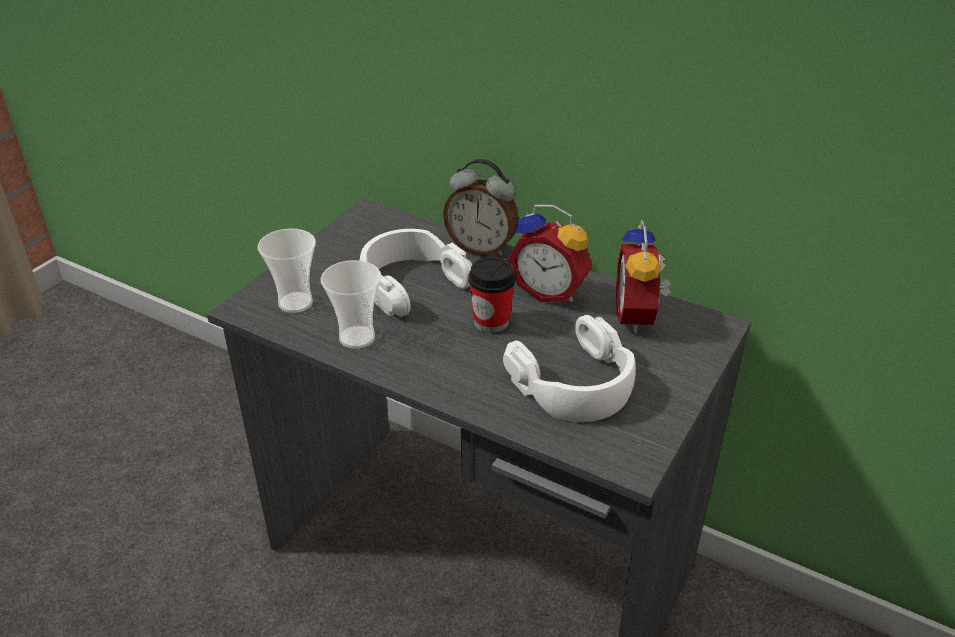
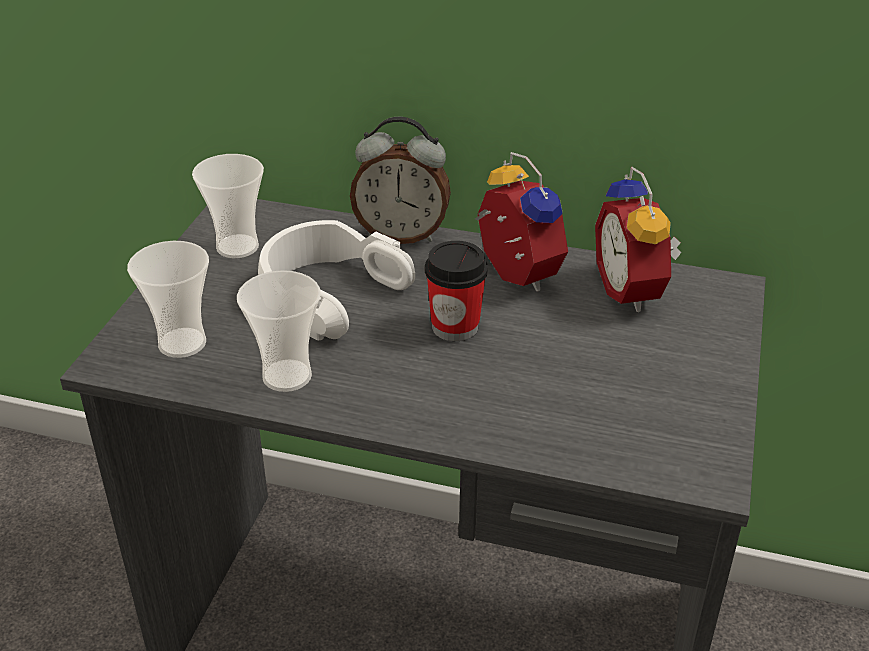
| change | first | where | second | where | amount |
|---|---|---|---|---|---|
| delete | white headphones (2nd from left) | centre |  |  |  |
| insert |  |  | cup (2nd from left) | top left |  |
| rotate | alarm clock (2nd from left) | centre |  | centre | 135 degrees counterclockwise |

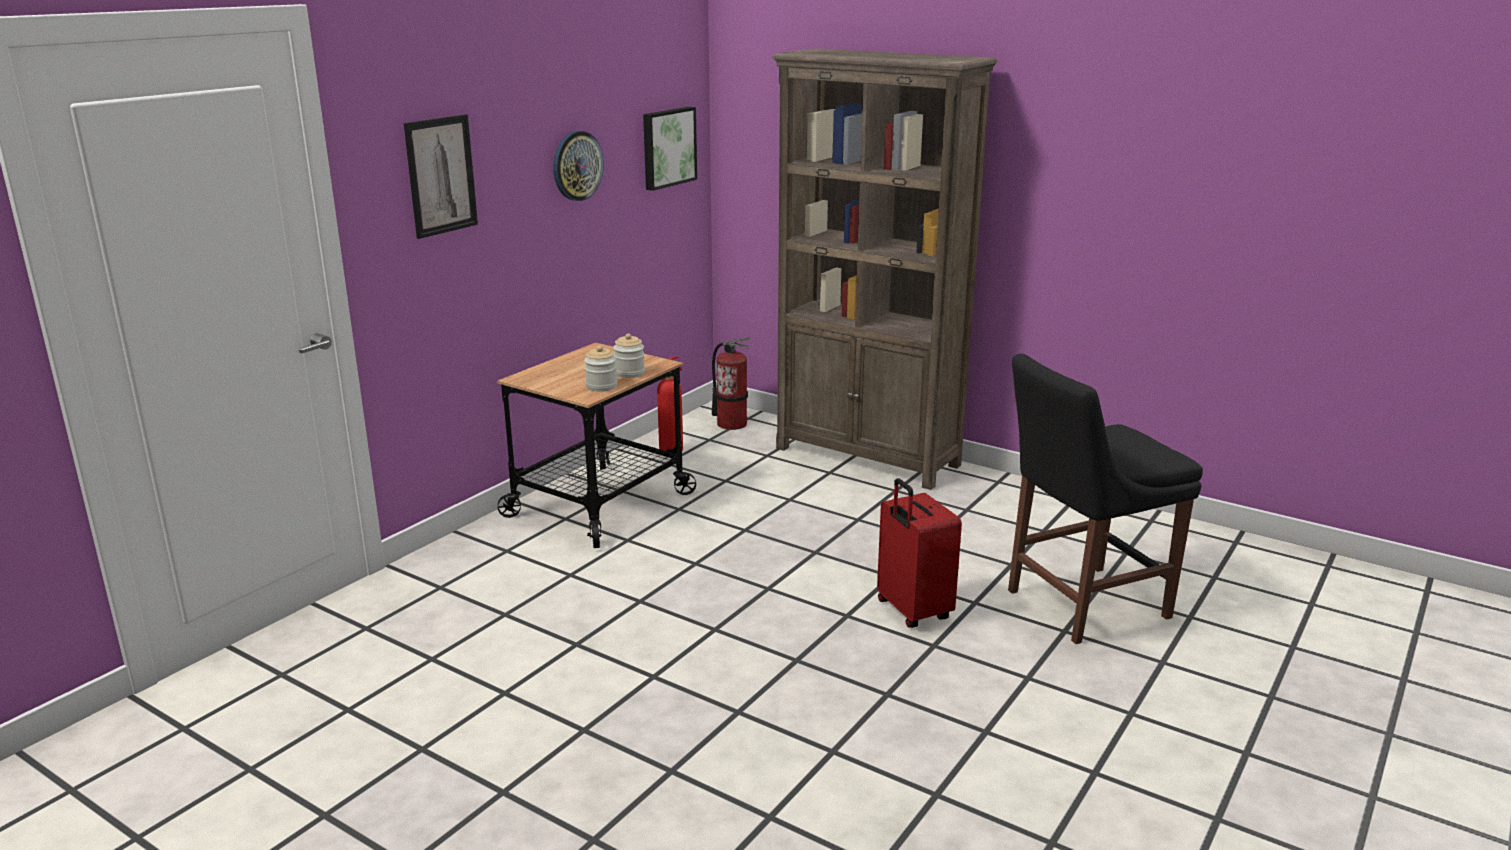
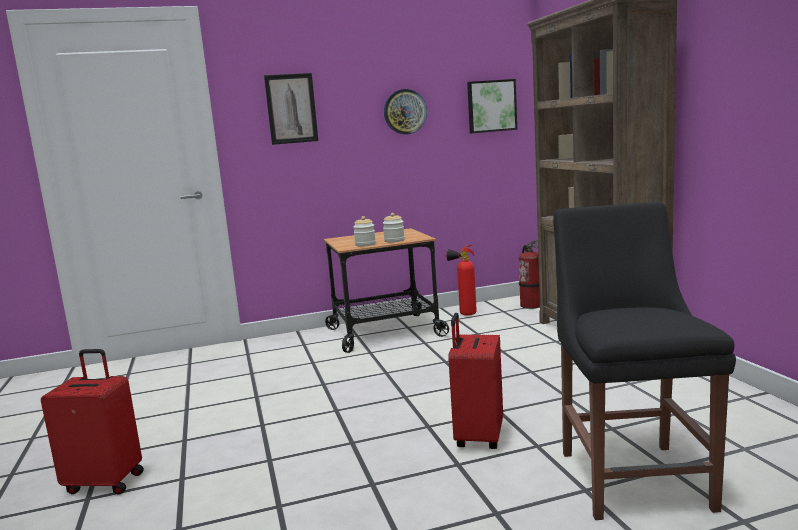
| change | first | where | second | where | amount |
|---|---|---|---|---|---|
| insert |  |  | red suitcase (1st from left) | bottom left |  |
| rotate | black chair | middle right |  | bottom right | 75 degrees clockwise |

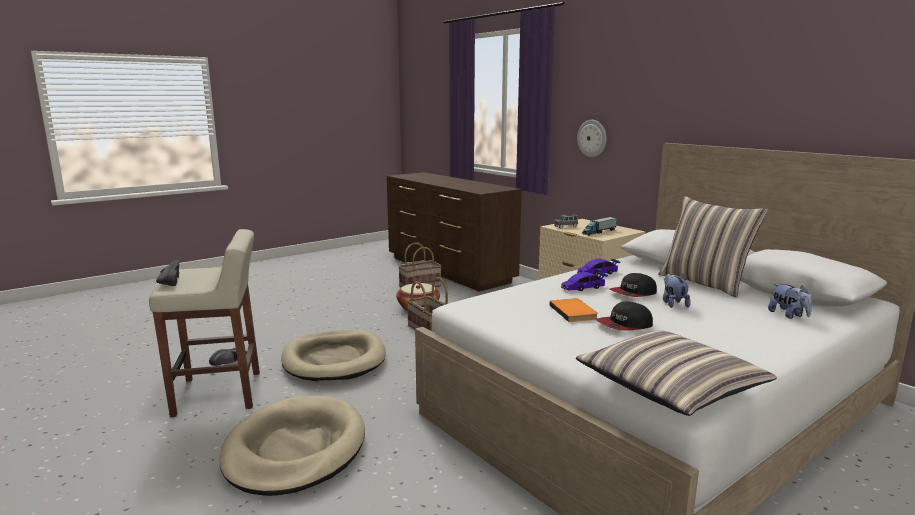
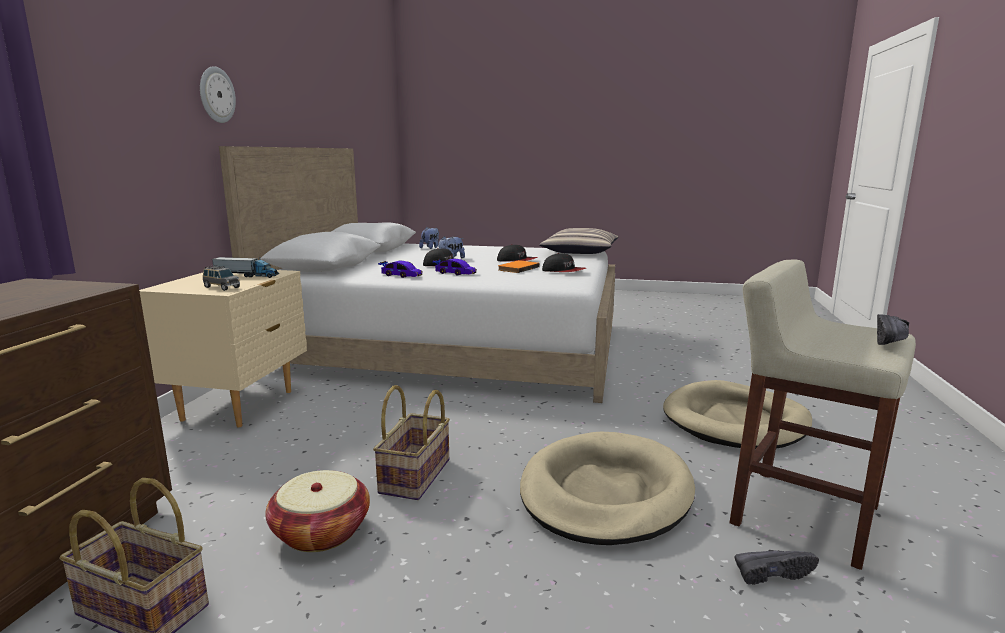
| change | first | where | second | where | amount |
|---|---|---|---|---|---|
| delete | pillow (2nd from left) | middle right |  |  |  |
| insert |  |  | cap (3rd from left) | centre |  |
| move | wall clock | top centre |  | top left |  |

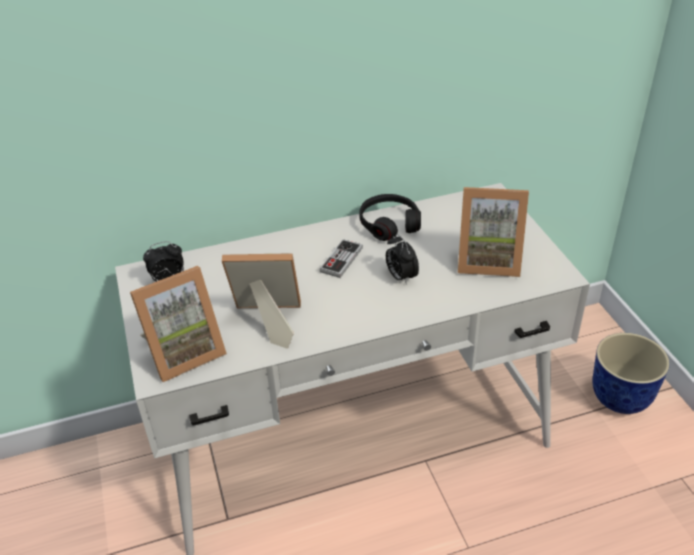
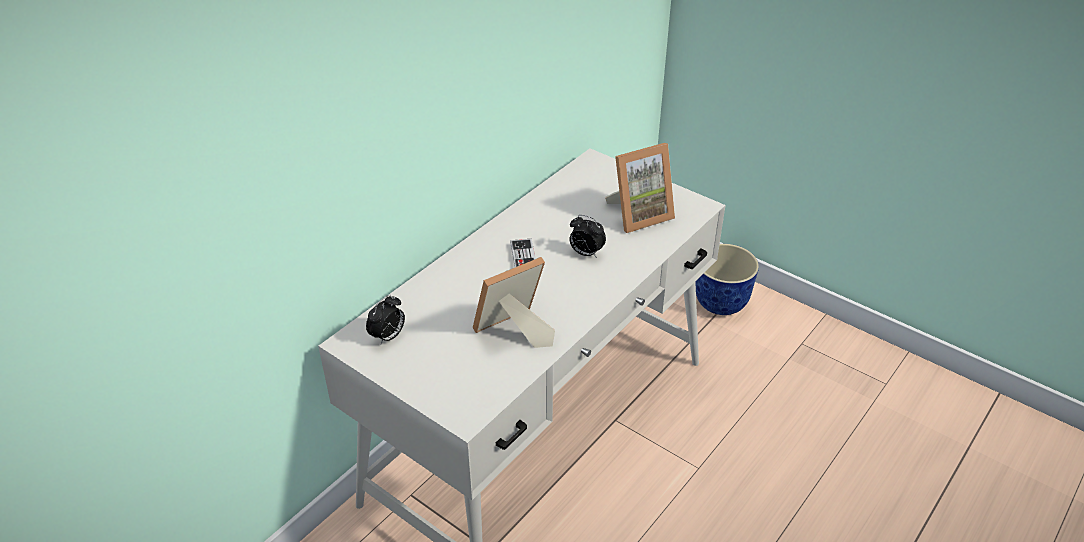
| change | first | where | second | where | amount |
|---|---|---|---|---|---|
| delete | picture frame (1st from left) | middle left |  |  |  |
| delete | black headphones | centre |  |  |  |

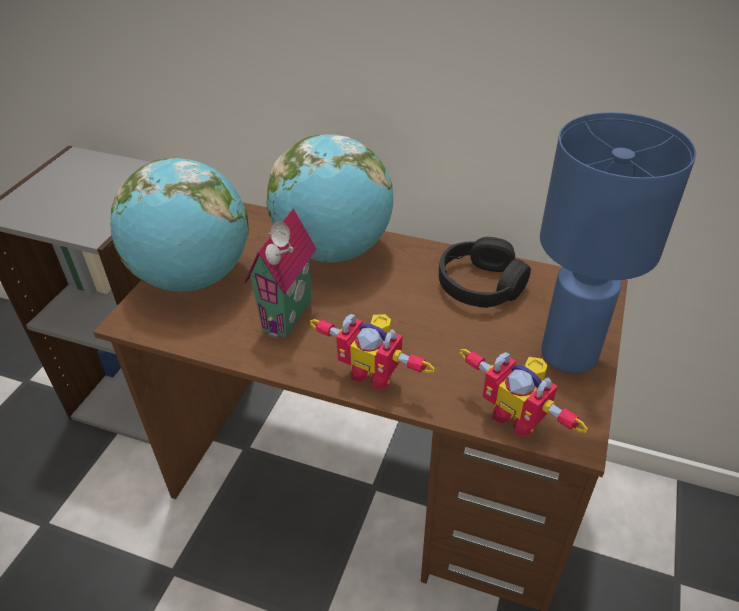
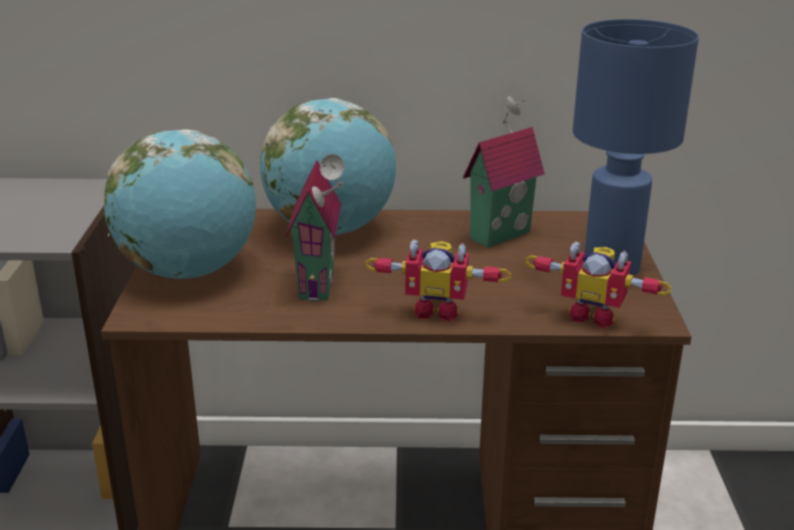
| change | first | where | second | where | amount |
|---|---|---|---|---|---|
| replace | black headphones | centre | toy house (2nd from left) | top centre |  |

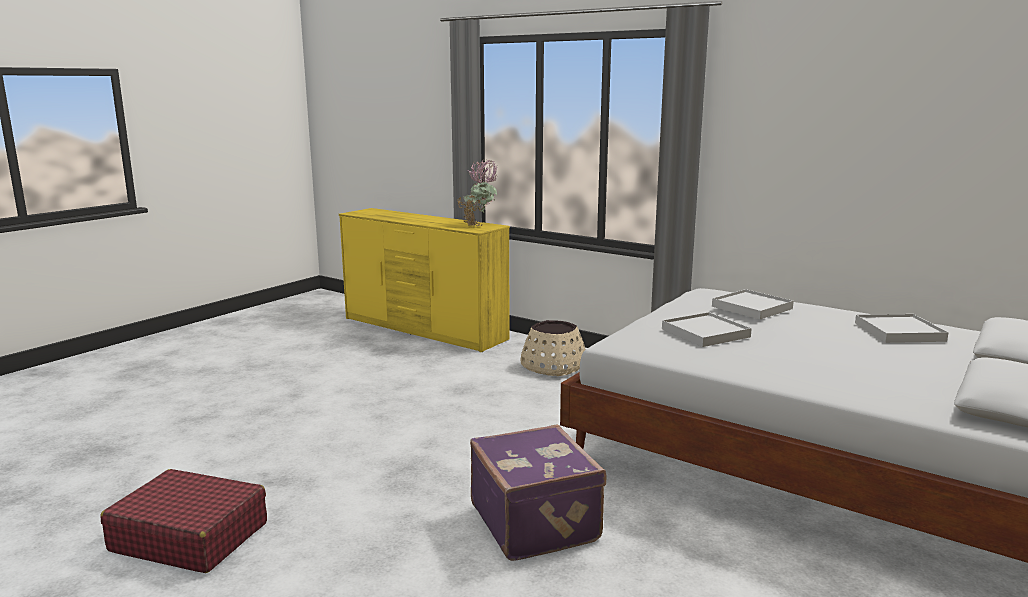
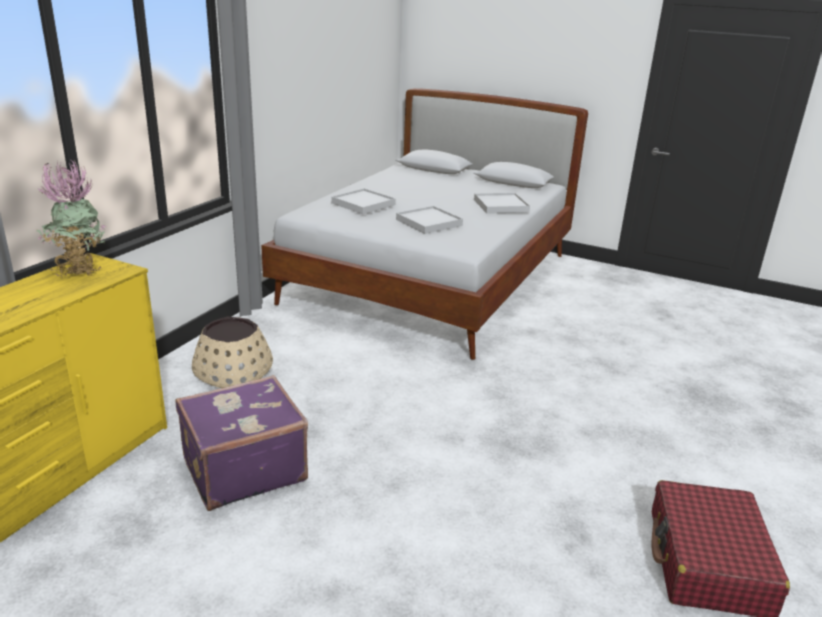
| change | first | where | second | where | amount |
|---|---|---|---|---|---|
| move | purple suitcase | bottom centre |  | bottom left |  |
| move | white tray (3rd from left) | middle right |  | top centre |  |

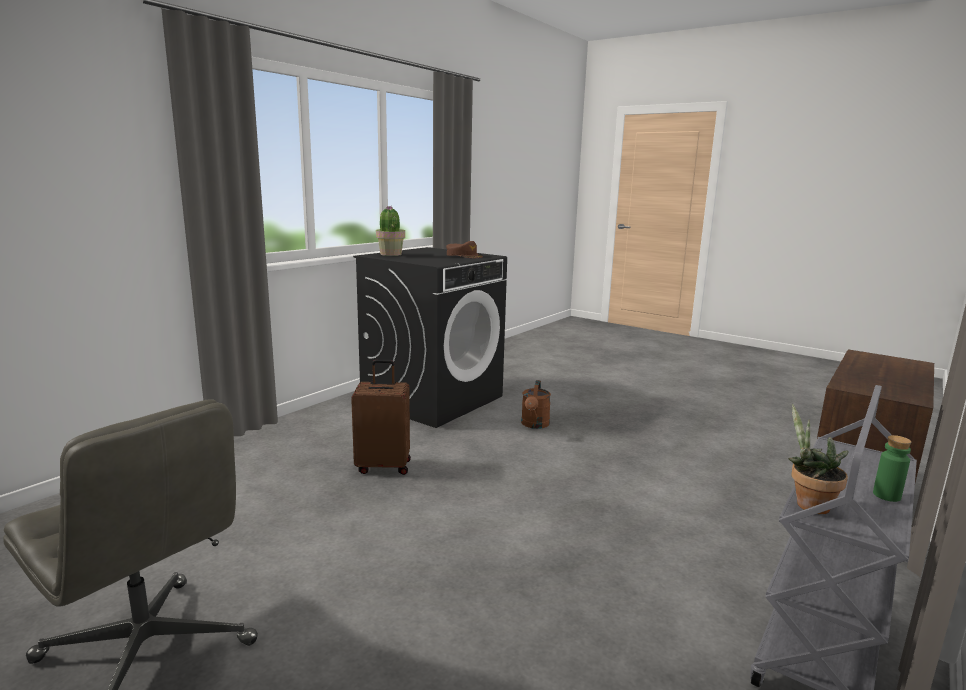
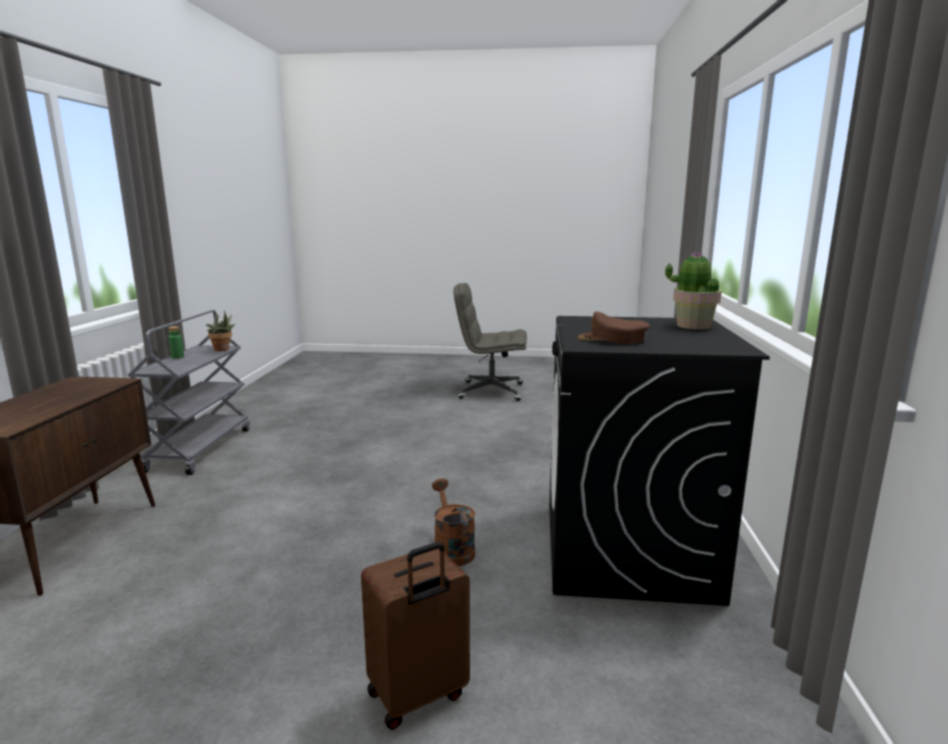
| change | first | where | second | where | amount |
|---|---|---|---|---|---|
| move | brown suitcase | centre |  | bottom centre |  |

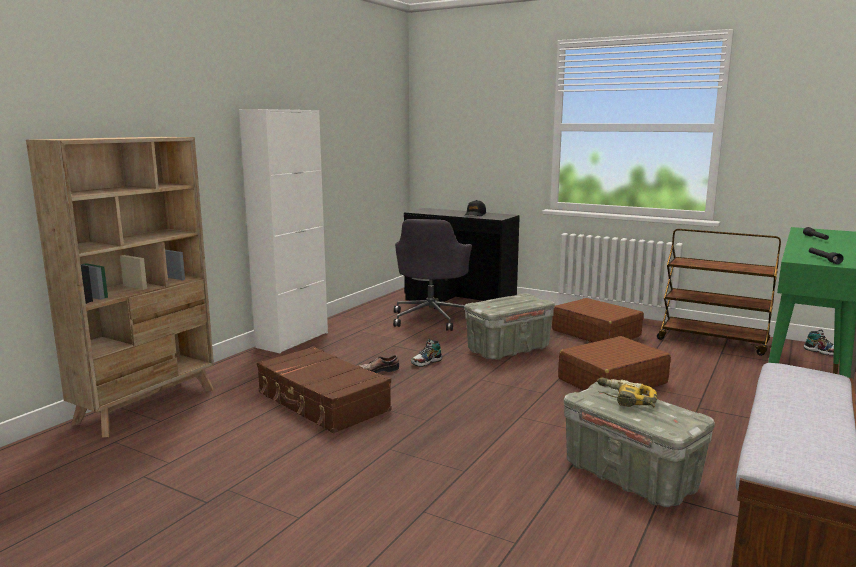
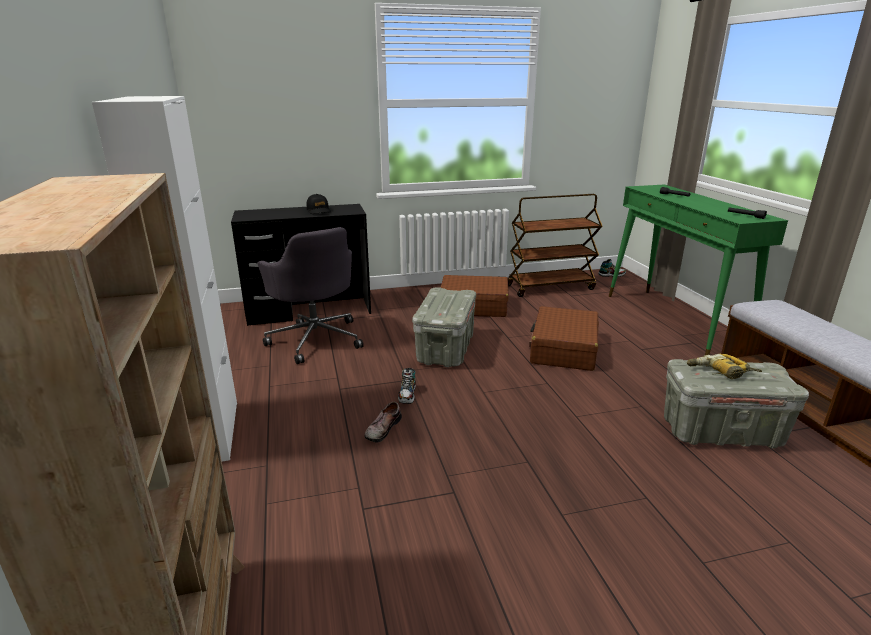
| change | first | where | second | where | amount |
|---|---|---|---|---|---|
| delete | brown suitcase (1st from left) | bottom centre |  |  |  |

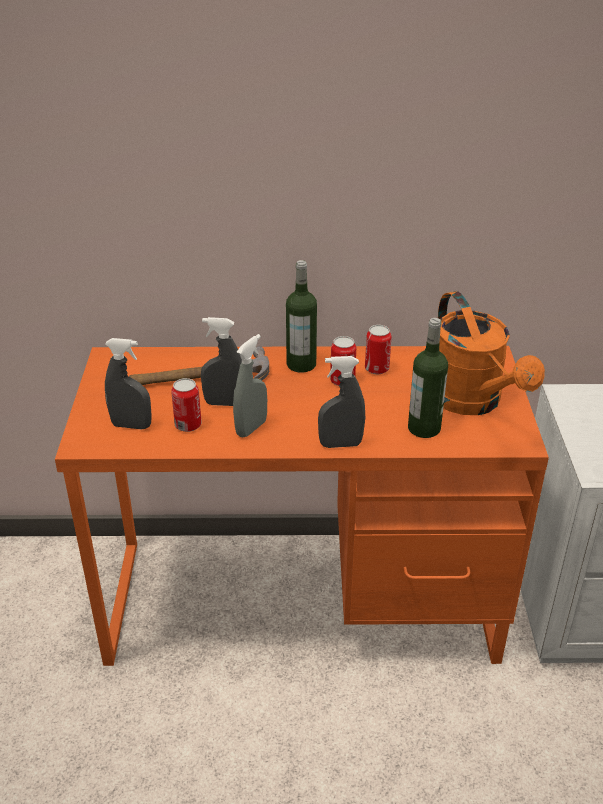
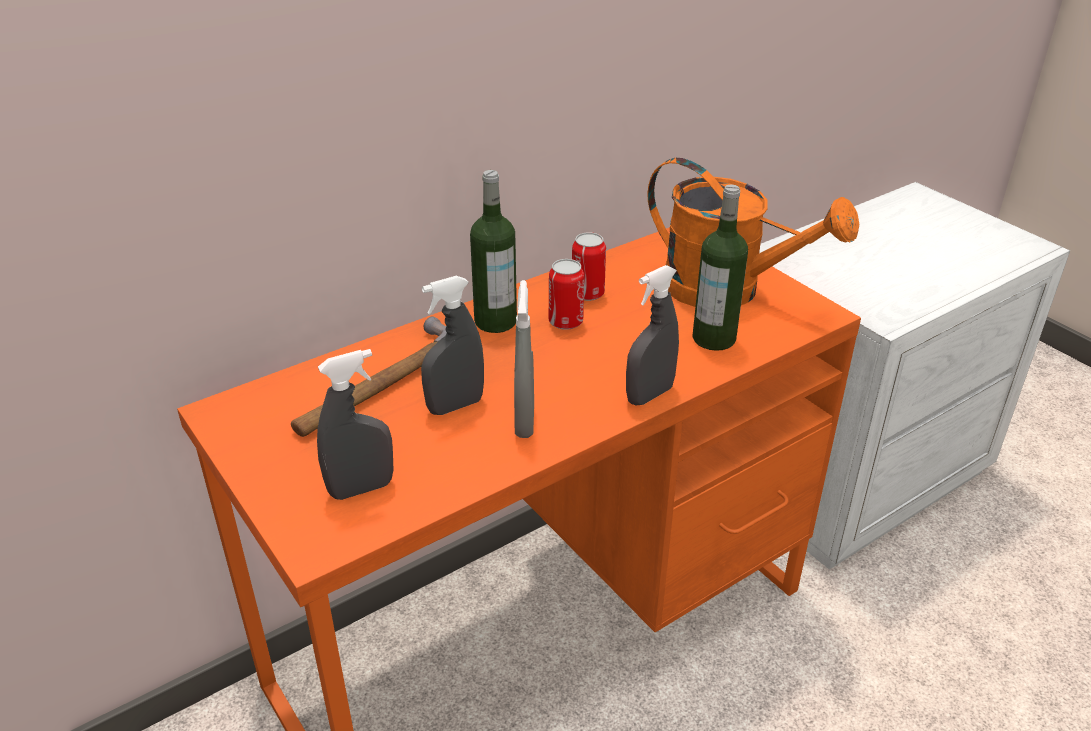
| change | first | where | second | where | amount |
|---|---|---|---|---|---|
| delete | can (1st from left) | middle left |  |  |  |

